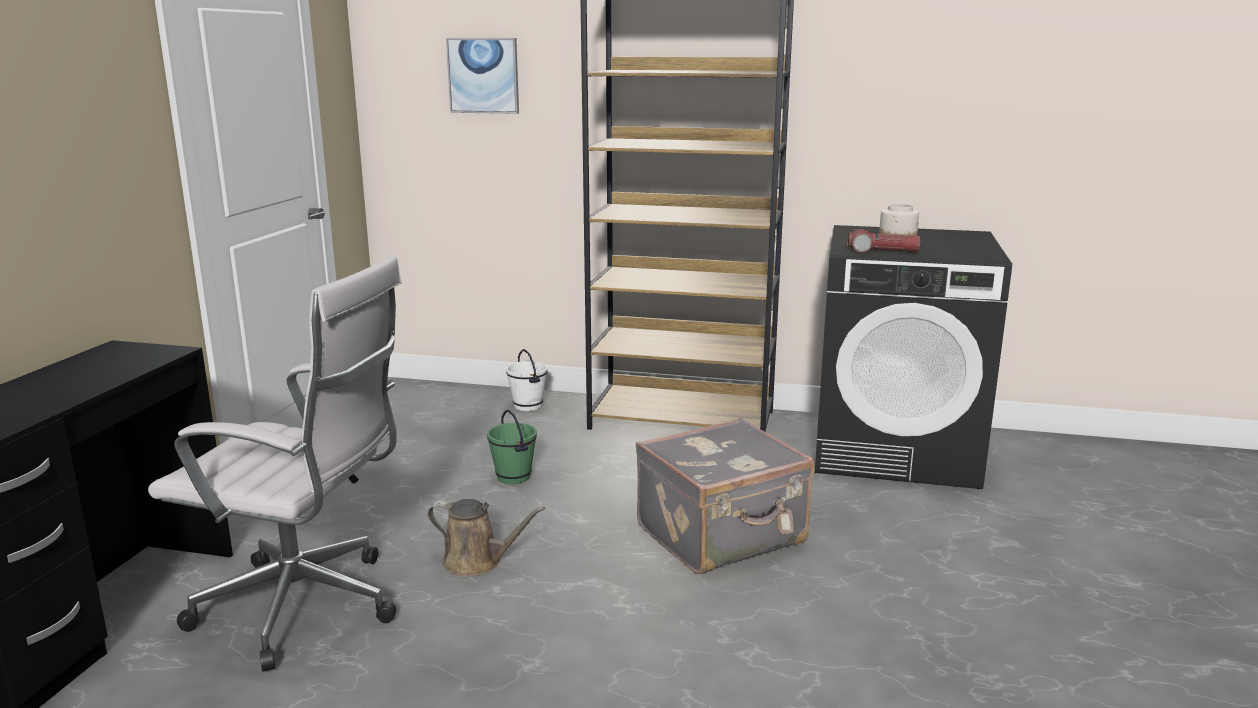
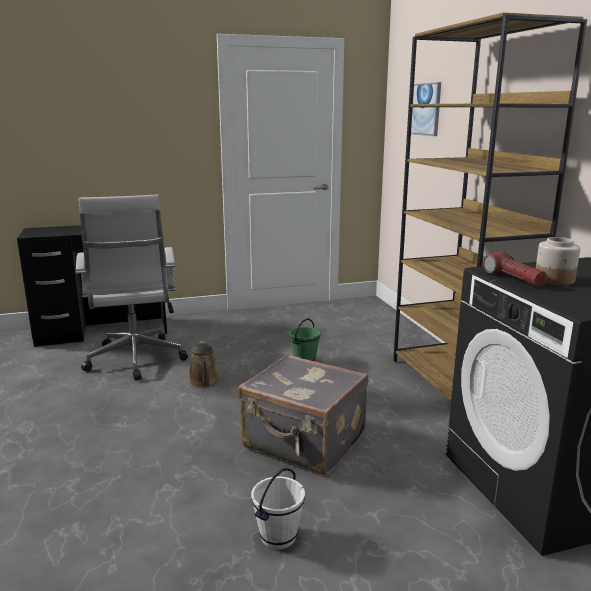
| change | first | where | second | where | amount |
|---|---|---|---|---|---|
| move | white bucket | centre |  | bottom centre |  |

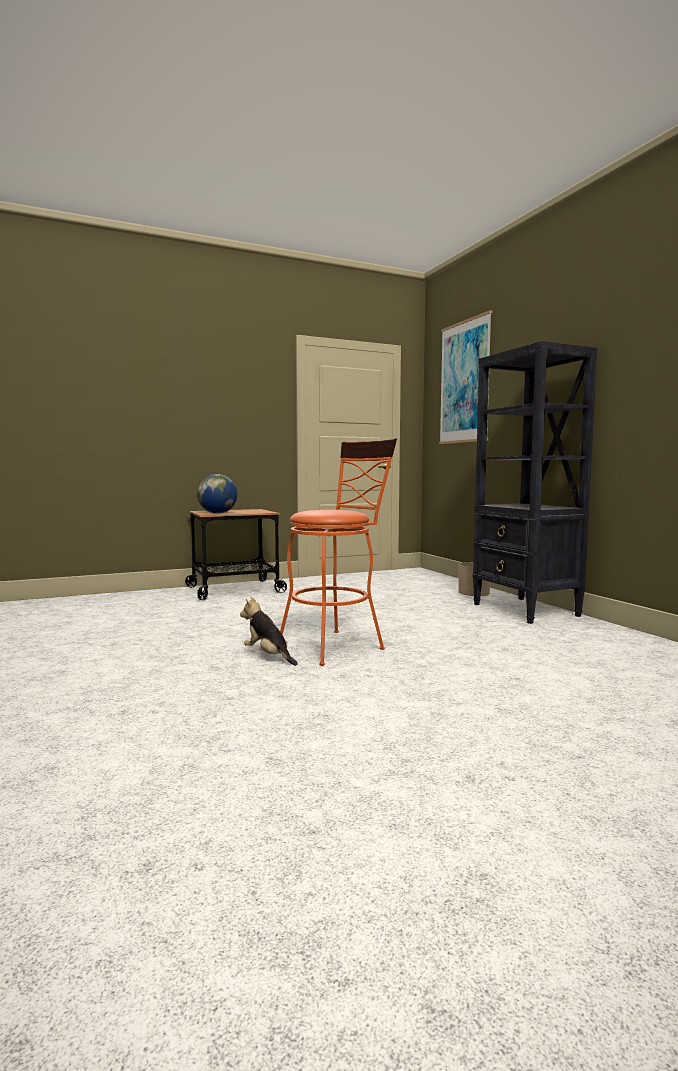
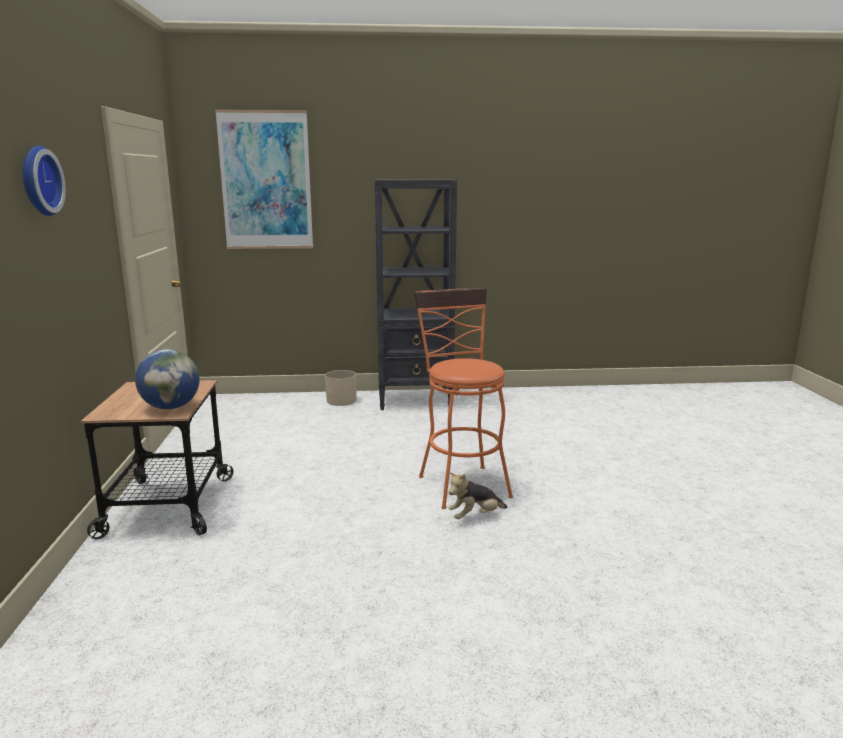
| change | first | where | second | where | amount |
|---|---|---|---|---|---|
| insert |  |  | wall clock | top left |  |

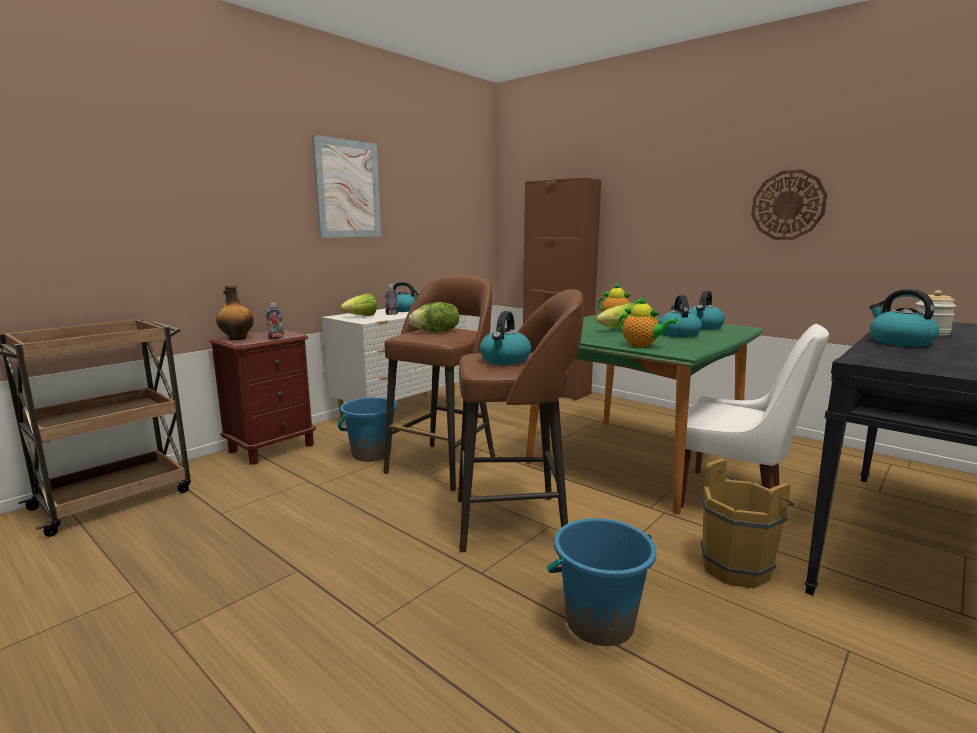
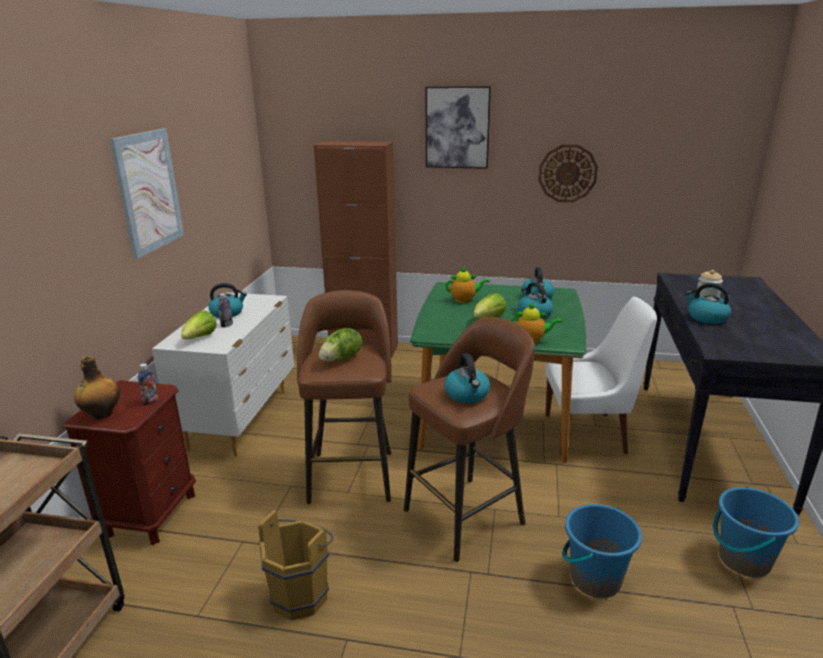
| change | first | where | second | where | amount |
|---|---|---|---|---|---|
| insert |  |  | picture (2nd from left) | top centre |  |
| move | blue bucket (1st from left in the first image) | centre | blue bucket (2nd from left) | bottom right |  |
| move | brown bucket | bottom right |  | bottom centre |  |

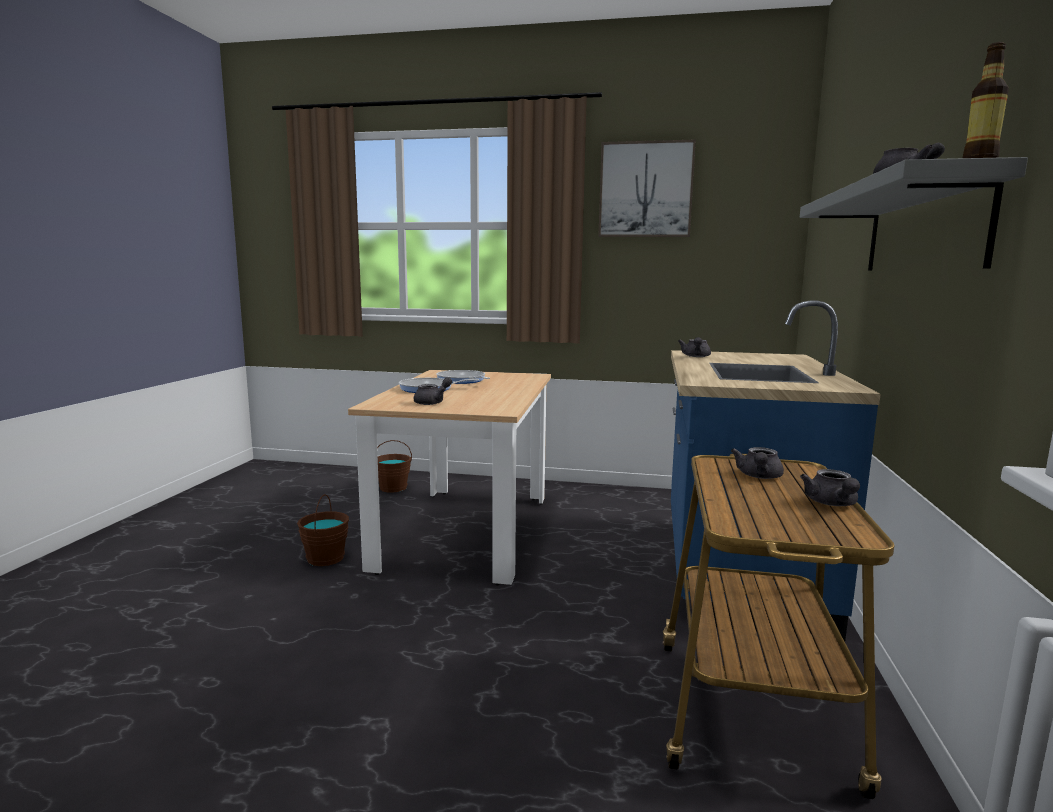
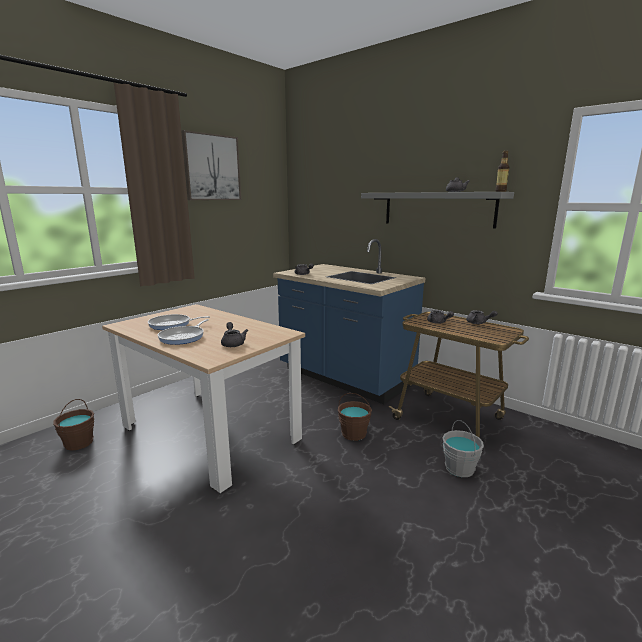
| change | first | where | second | where | amount |
|---|---|---|---|---|---|
| insert |  |  | grey bucket | bottom right |  |
| move | brown bucket (1st from left in the first image) | middle left | brown bucket (2nd from left) | centre |  |

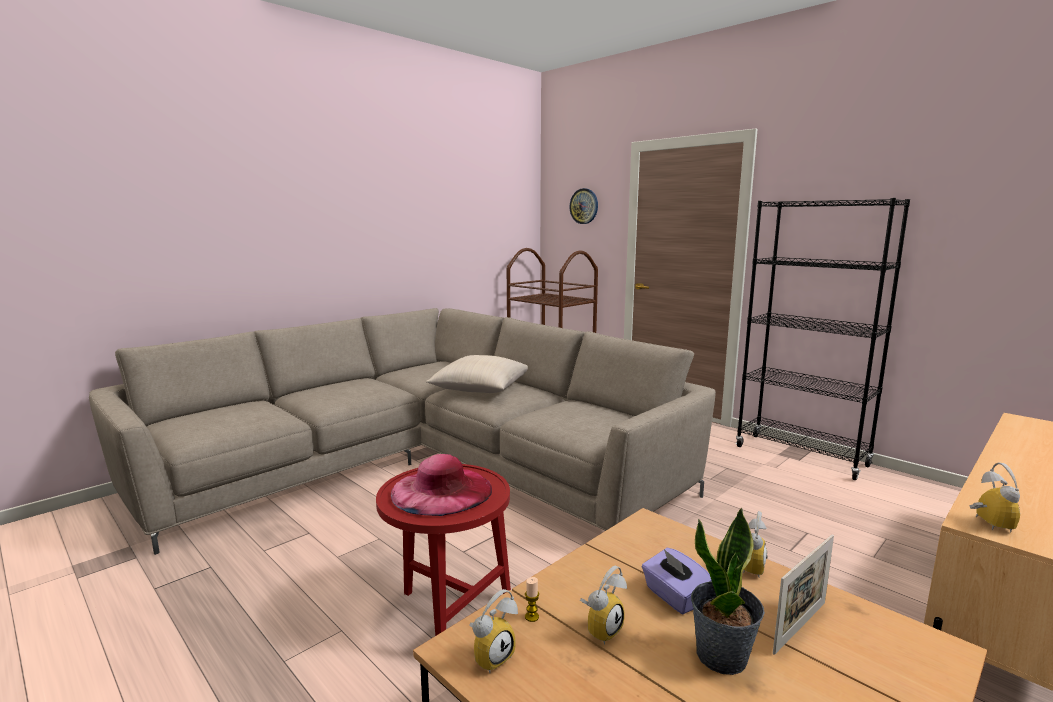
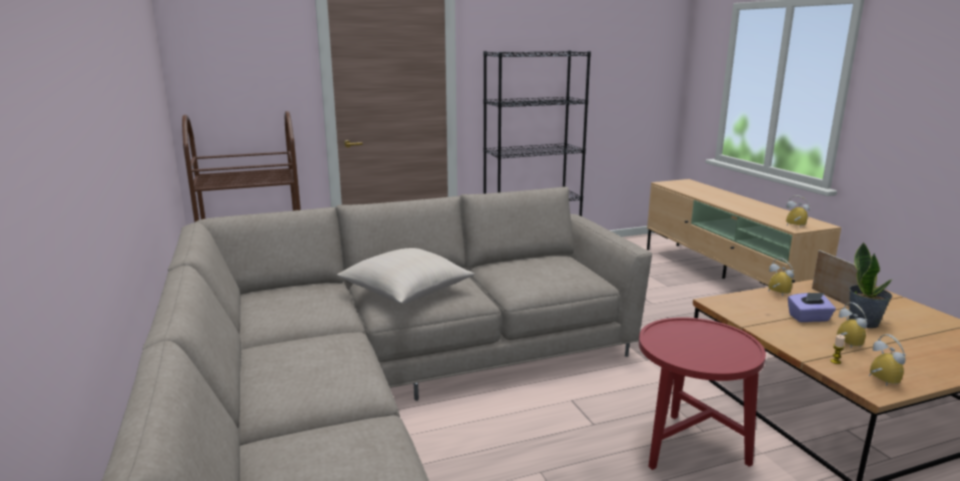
| change | first | where | second | where | amount |
|---|---|---|---|---|---|
| delete | pink hat | bottom centre |  |  |  |
| delete | wall clock | top centre |  |  |  |

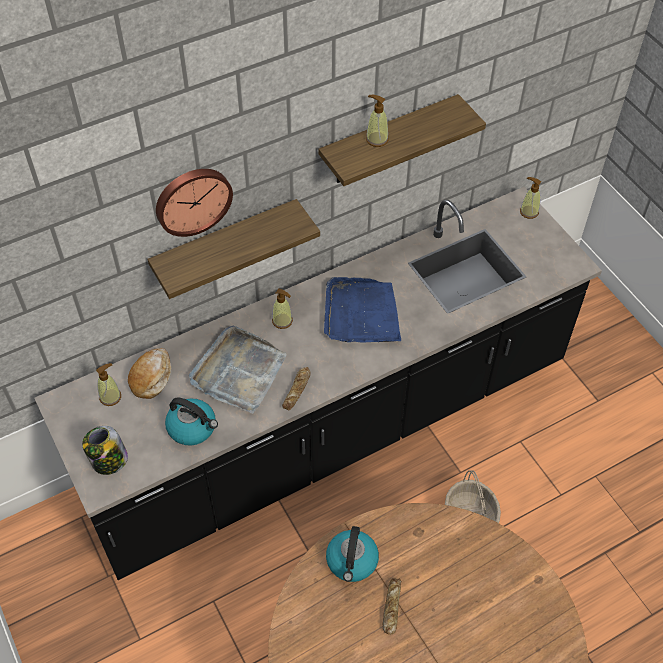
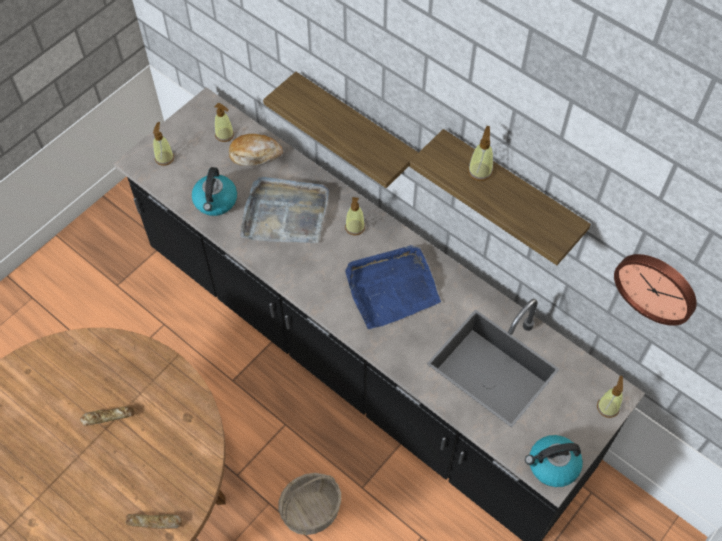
| change | first | where | second | where | amount |
|---|---|---|---|---|---|
| move | wall clock | top left |  | middle right |  |
| move | bread (2nd from left) | centre |  | bottom left |  |
| move | kettle (2nd from left) | bottom centre |  | bottom right |  |
| replace | jar | bottom left | soap dispenser (1st from left) | top left |  |

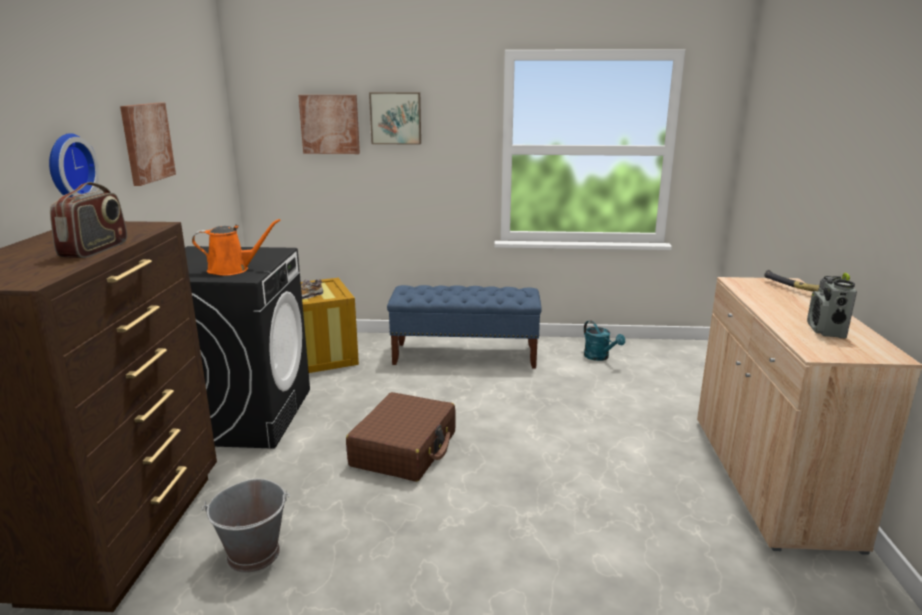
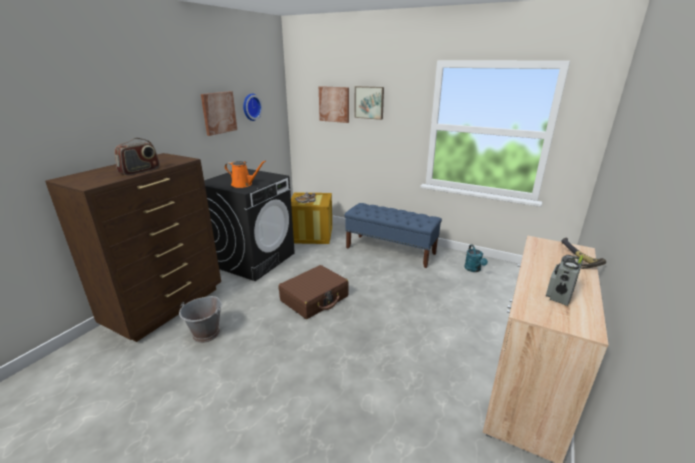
| change | first | where | second | where | amount |
|---|---|---|---|---|---|
| move | wall clock | top left |  | top centre |  |

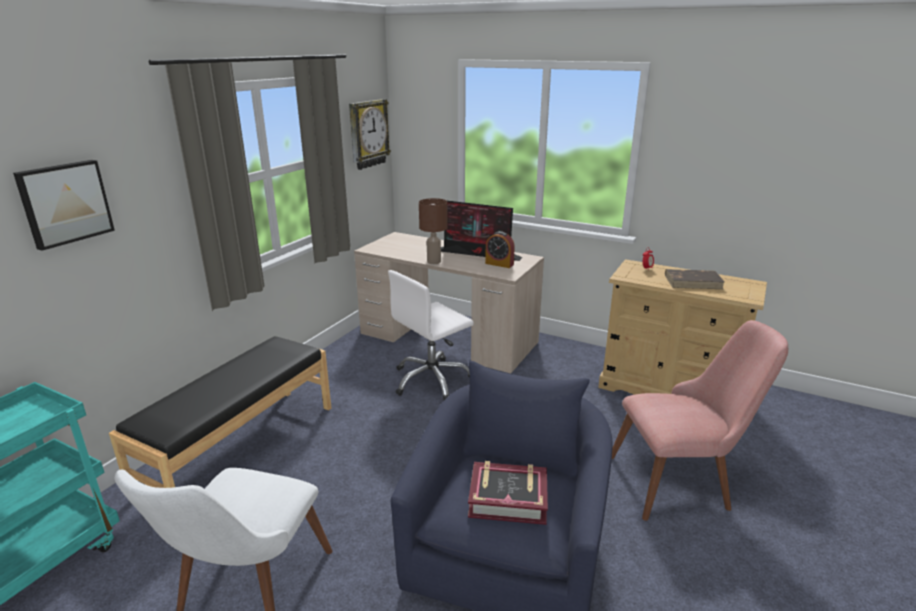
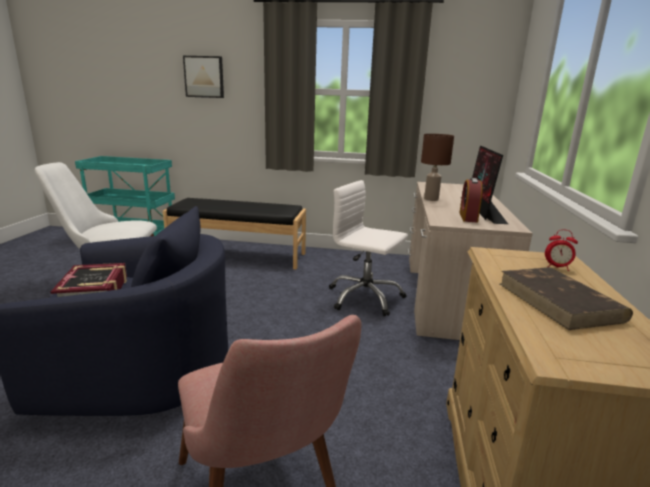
| change | first | where | second | where | amount |
|---|---|---|---|---|---|
| delete | wall clock | top centre |  |  |  |

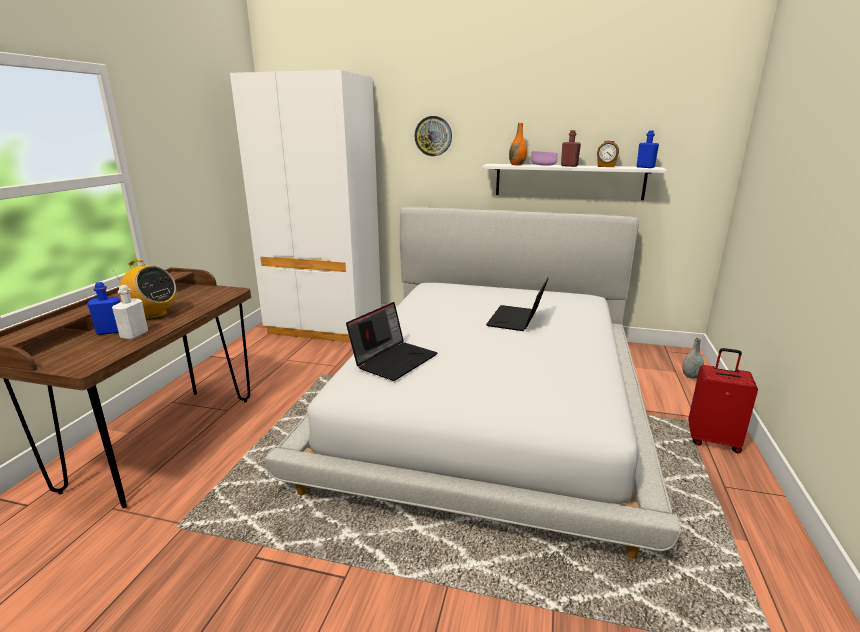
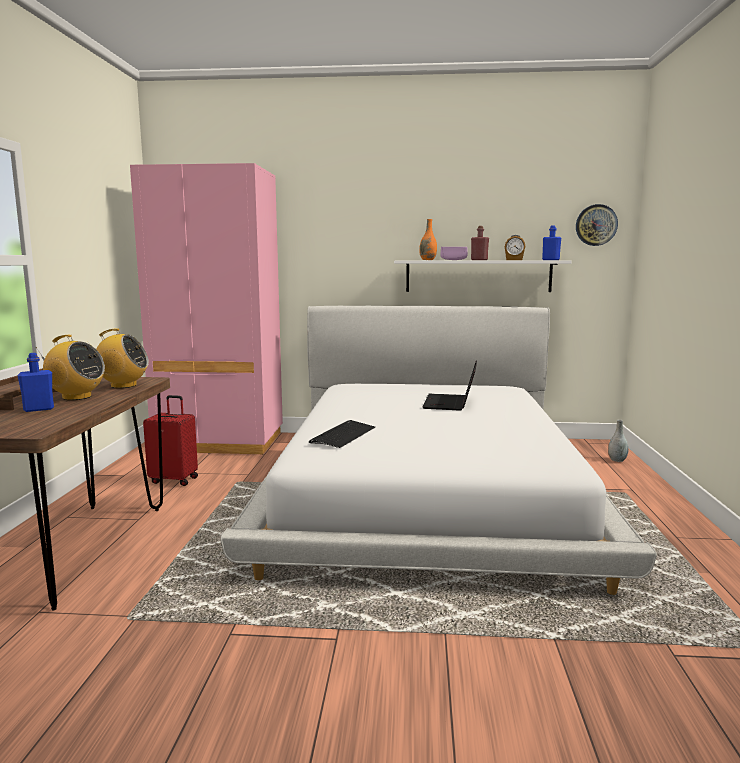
| change | first | where | second | where | amount |
|---|---|---|---|---|---|
| delete | white bottle | middle left |  |  |  |
| insert |  |  | radio (2nd from left) | middle left |  |
| move | wall clock | top centre |  | top right |  |
| move | red suitcase | middle right |  | middle left |  |
| replace | laptop (1st from left) | centre | keyboard | centre |  |
| recolor | white wardrobe | top centre | pink wardrobe | middle left |  |

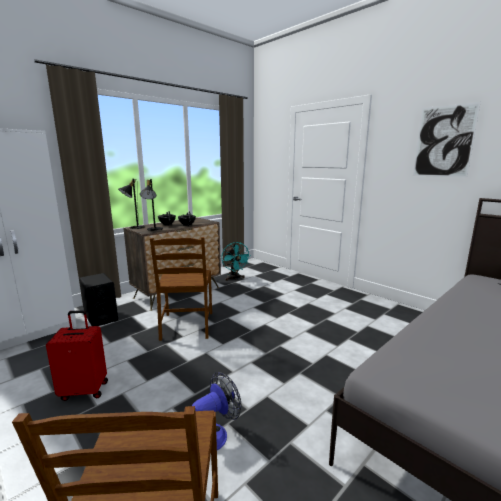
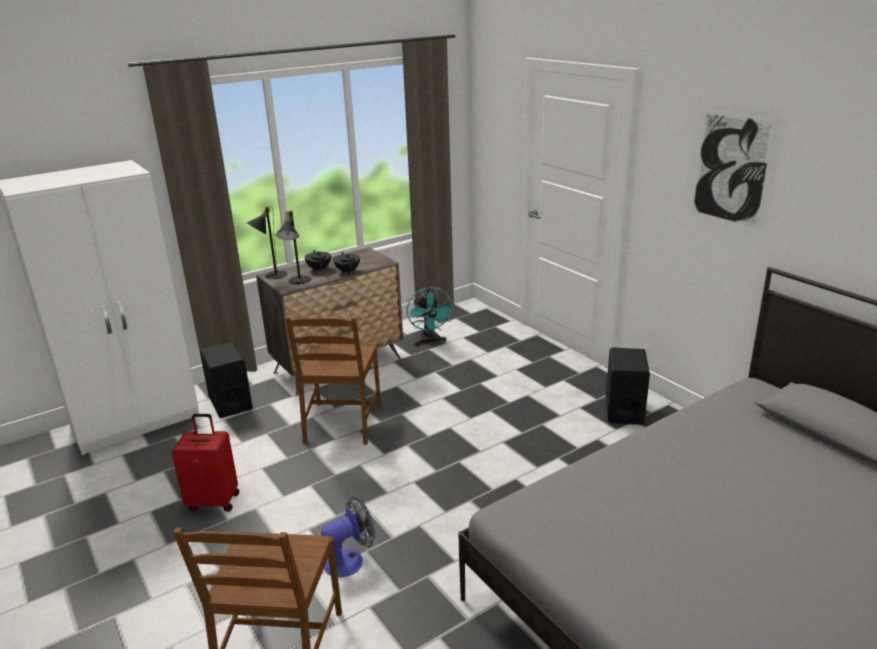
| change | first | where | second | where | amount |
|---|---|---|---|---|---|
| insert |  |  | black speaker (2nd from left) | middle right |  |

